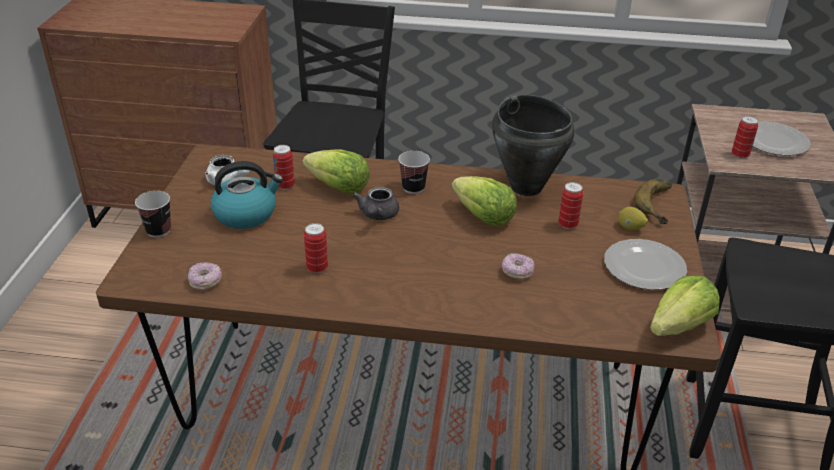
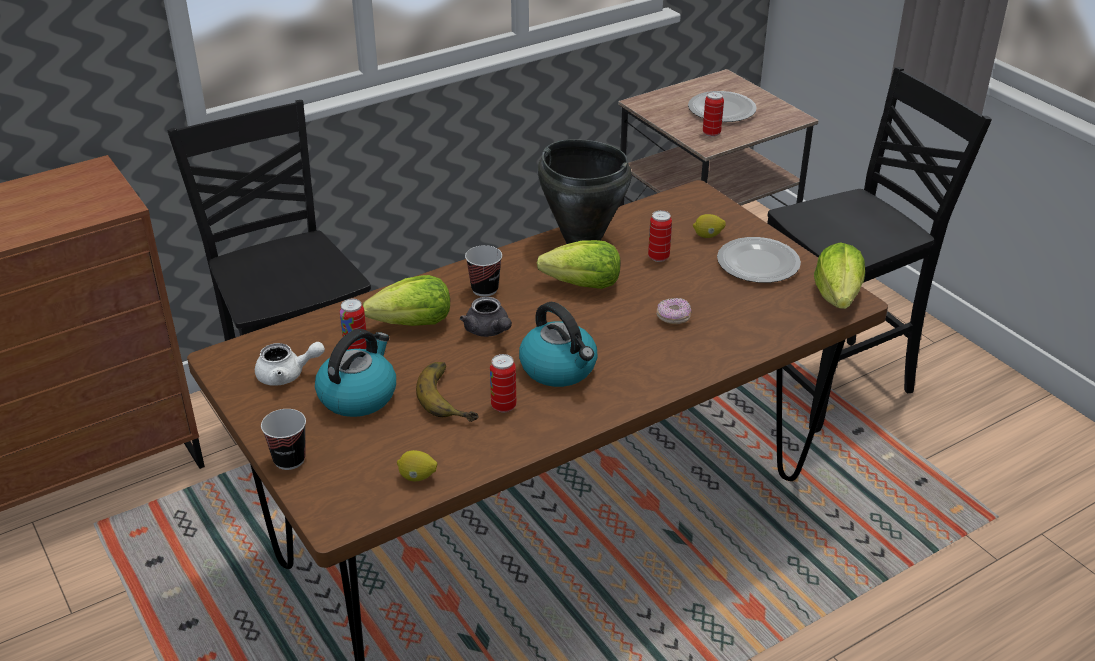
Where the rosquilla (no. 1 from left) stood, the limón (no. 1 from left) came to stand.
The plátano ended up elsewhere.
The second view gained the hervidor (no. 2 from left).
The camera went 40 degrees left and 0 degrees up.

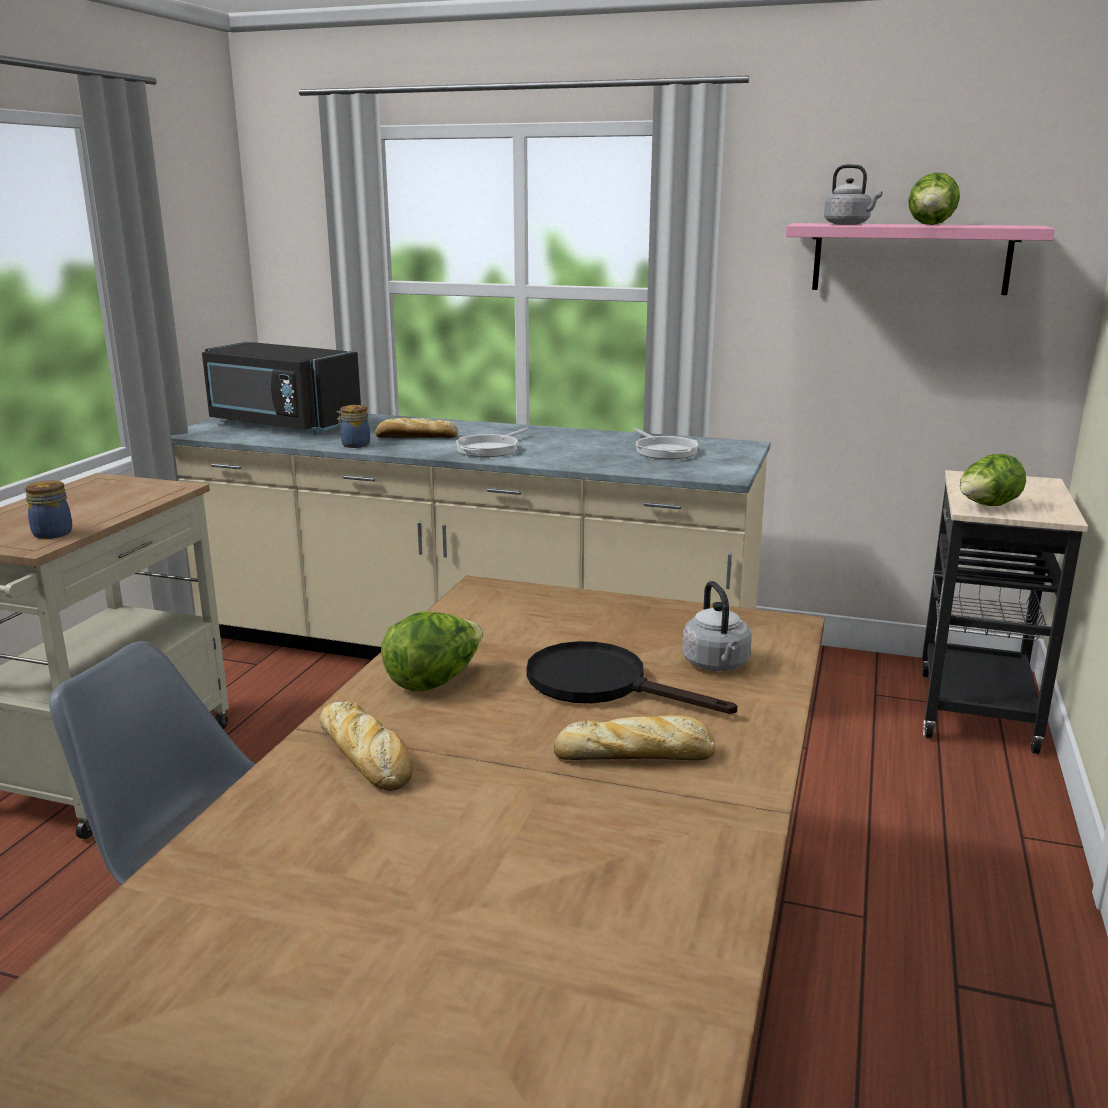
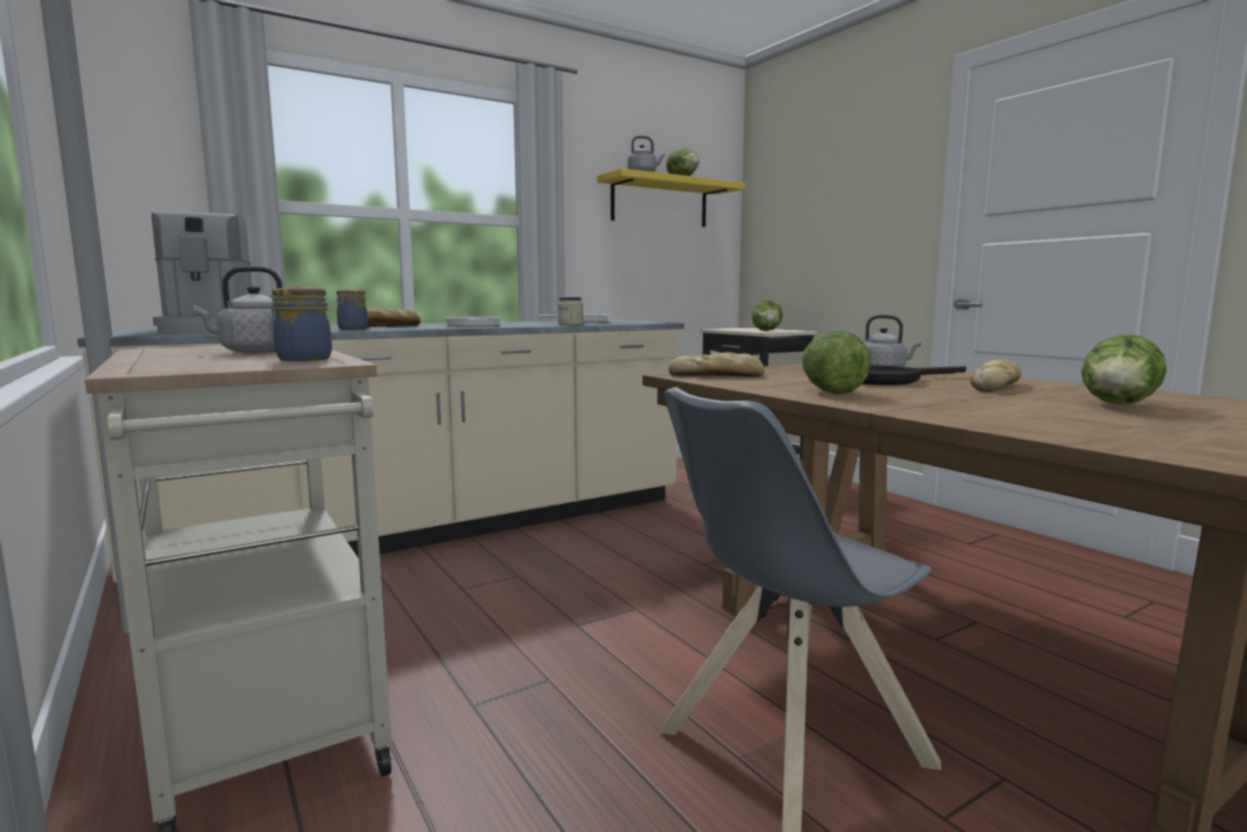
Where the microondas [negro] stood, the cafetera came to stand.
The pan (no. 1 from left in the first image) ended up elsewhere.
What was the estante [rosa] turned into the estante [amarillo].
The second view gained the hervidor [gris] (no. 1 from left).
The second view gained the tarro (no. 3 from left).
The second view gained the lechuga (no. 4 from left).
The camera went 50 degrees left and 10 degrees down.

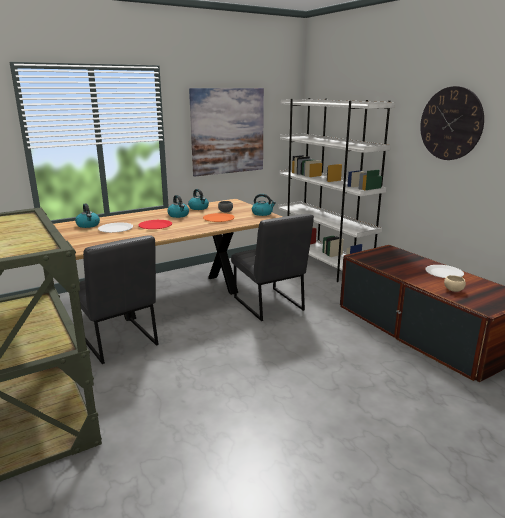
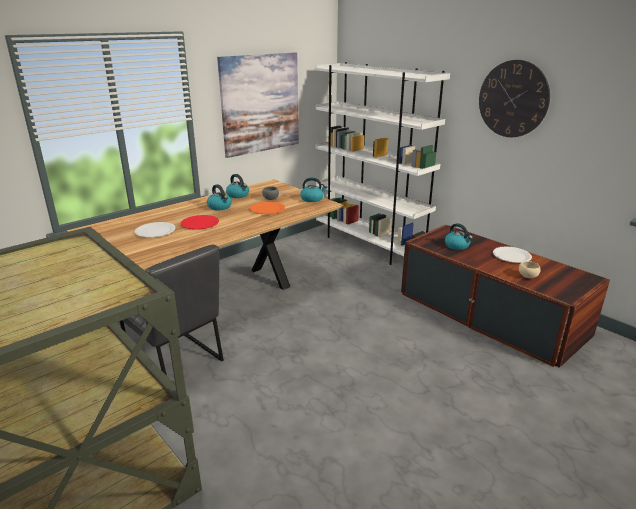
The hervidor (no. 1 from left in the first image) ended up elsewhere.
The second view lost the silla [gris] (no. 2 from left).
The camera went 10 degrees left and 5 degrees up.

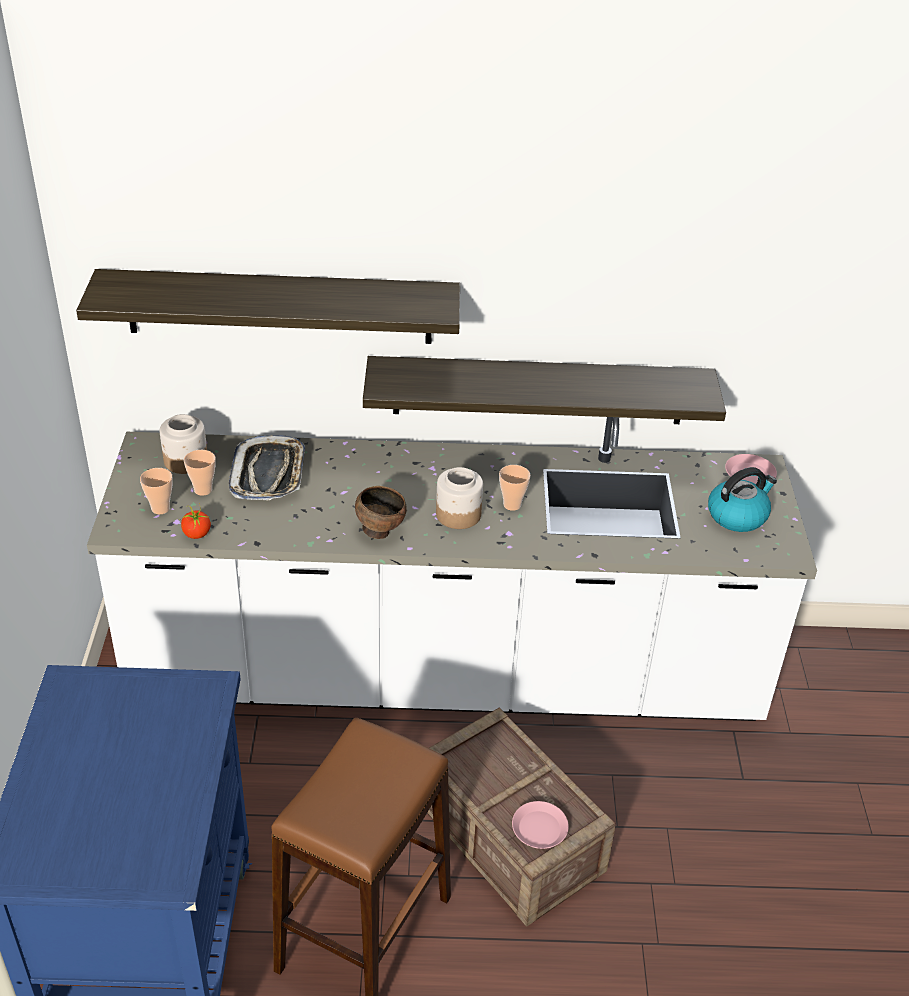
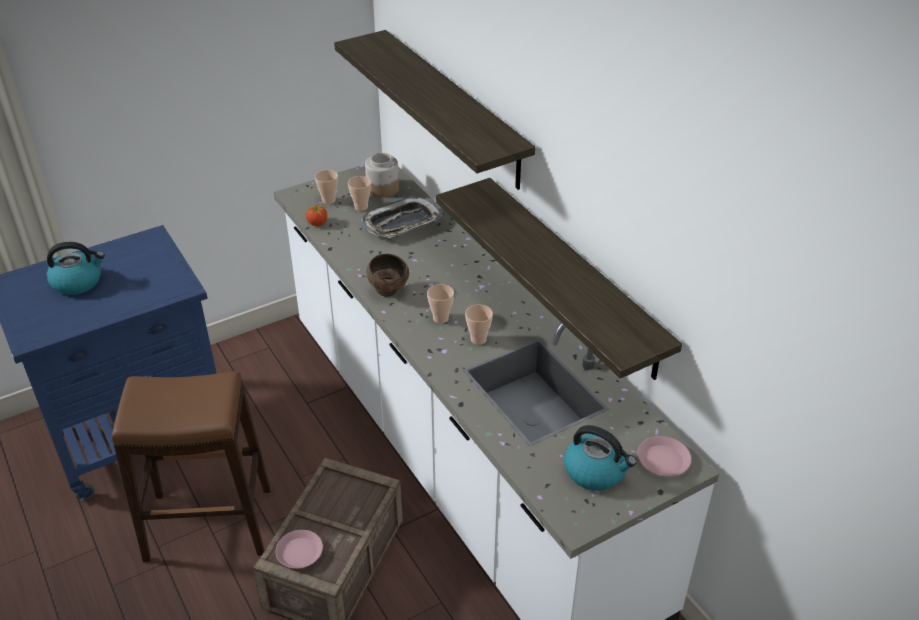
Where the tarro (no. 2 from left) stood, the taza (no. 3 from left) came to stand.
The second view gained the hervidor (no. 1 from left).
The camera went 60 degrees right and 0 degrees up.

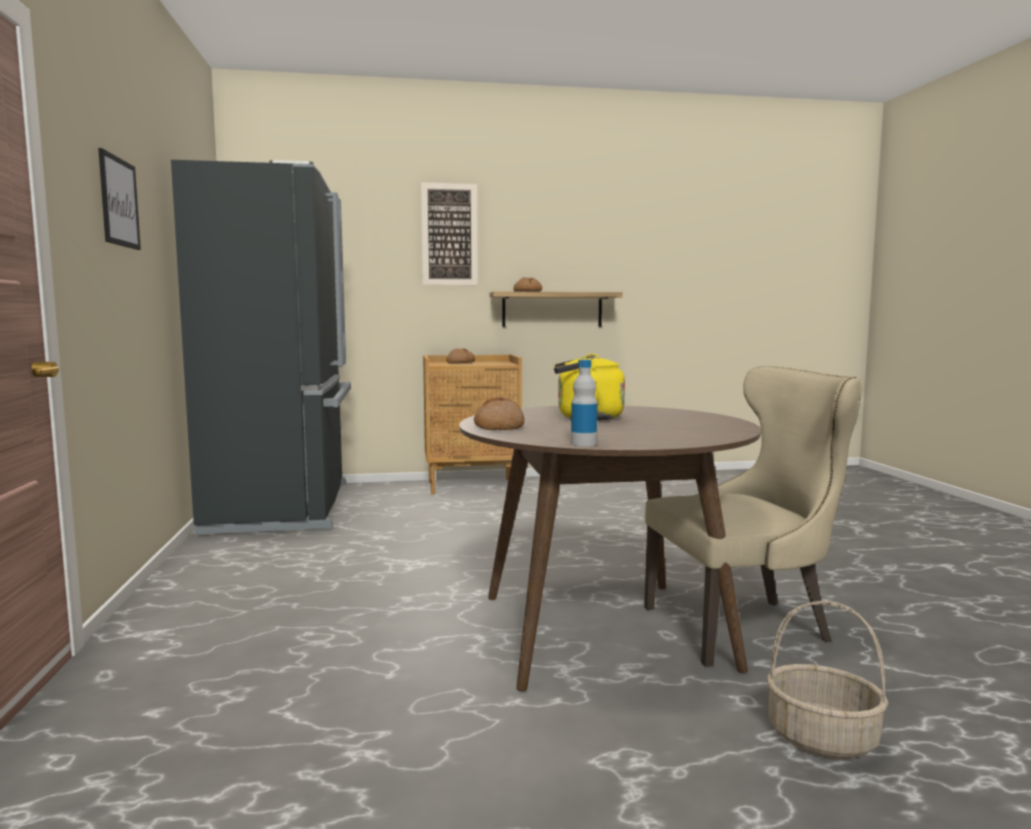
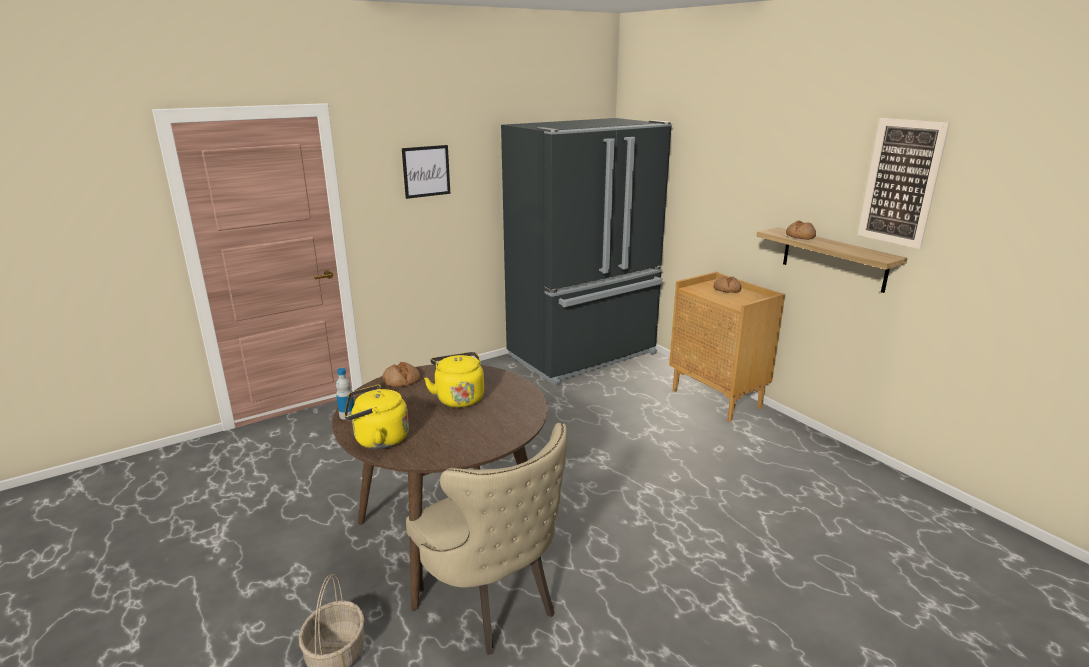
The cuadro (no. 2 from left) ended up elsewhere.
The second view gained the hervidor [amarillo] (no. 1 from left).
The camera went 65 degrees right and 15 degrees up.

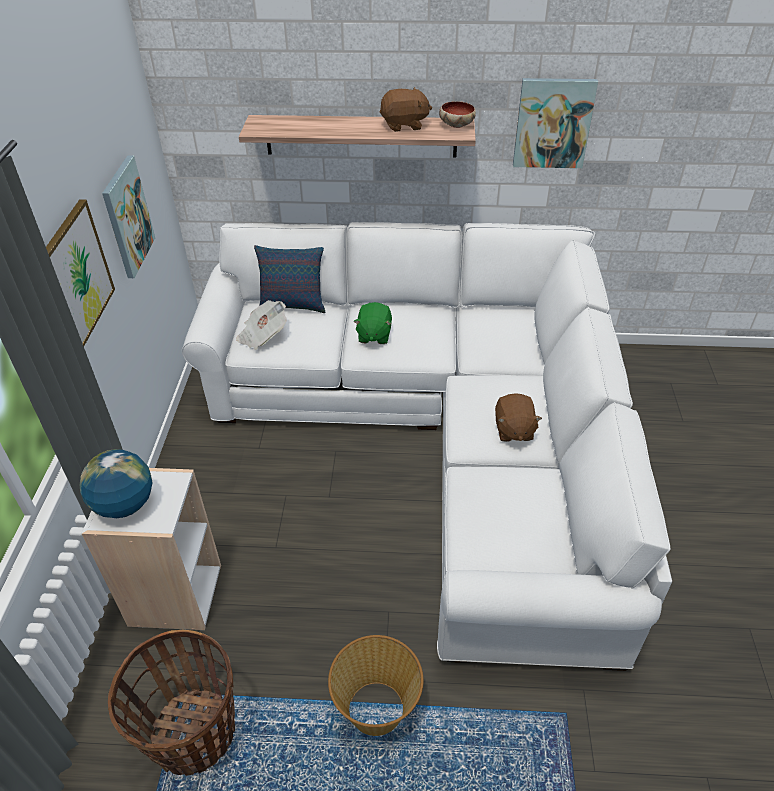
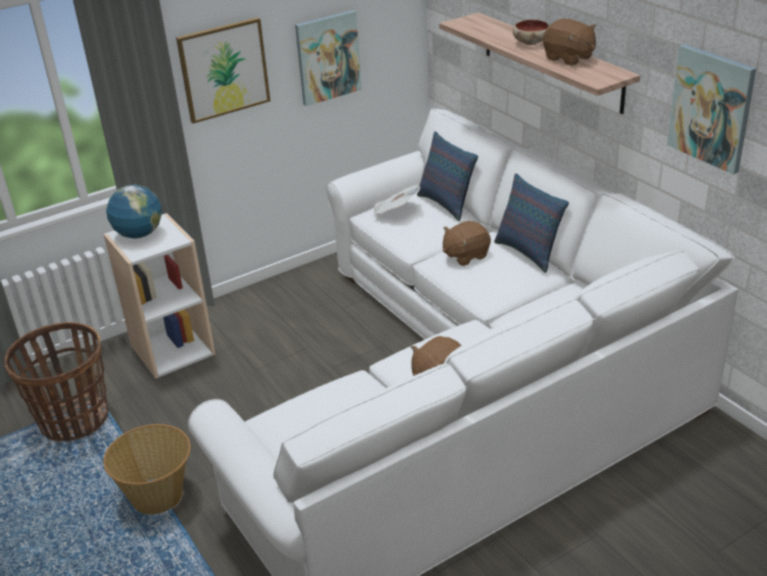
What was the peluche [verde] turned into the peluche [marrón] (no. 2 from left).
The cuenco ended up elsewhere.
The second view gained the cojín [azul] (no. 2 from left).
The camera went 55 degrees right and 10 degrees down.

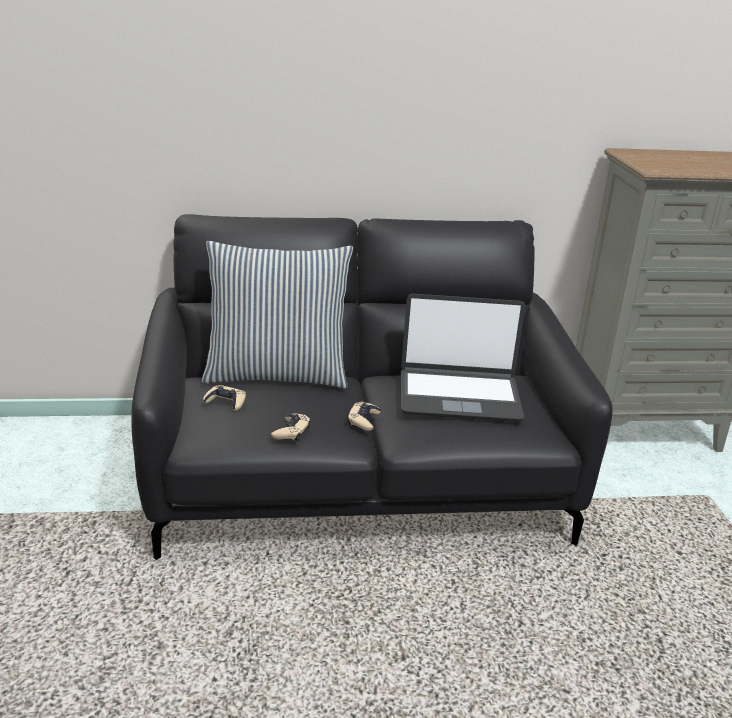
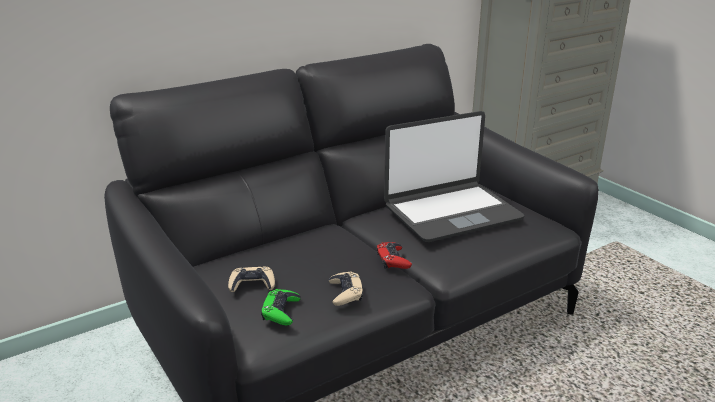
The second view lost the cojín.
What was the mando de consola [beis] (no. 3 from left) turned into the mando de consola [rojo].
The second view gained the mando de consola [verde].
The camera went 25 degrees left and 0 degrees up.

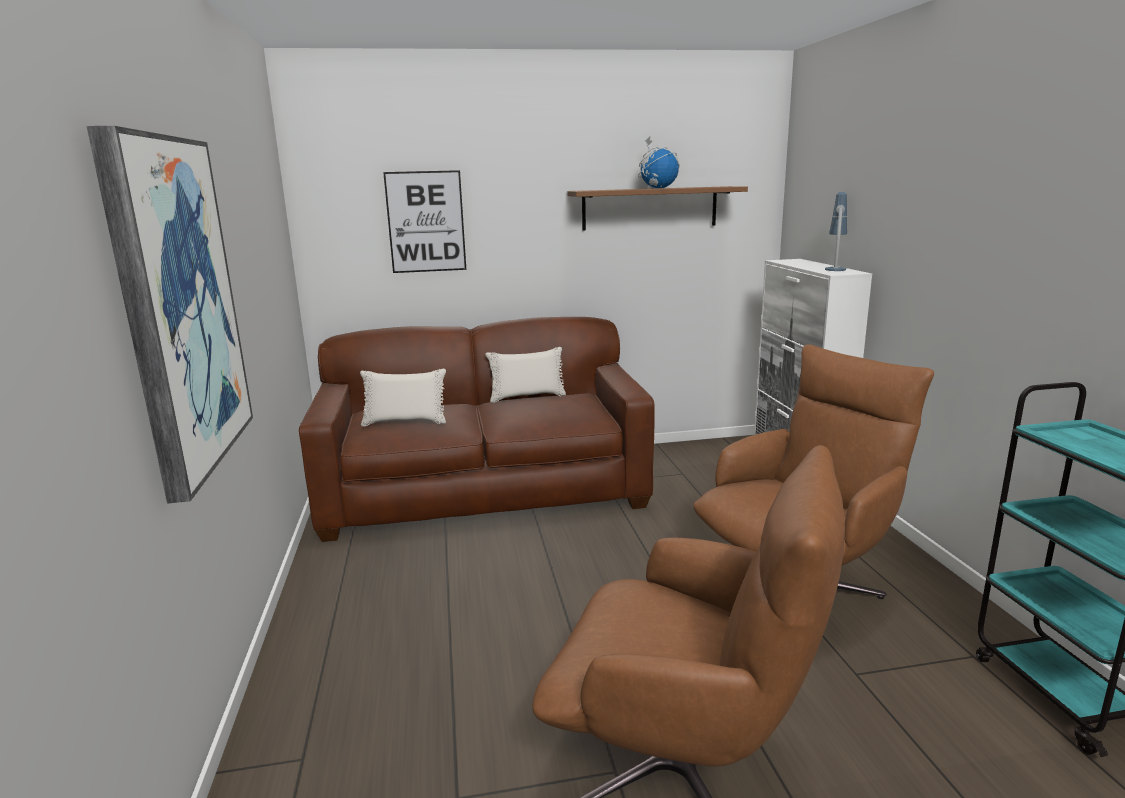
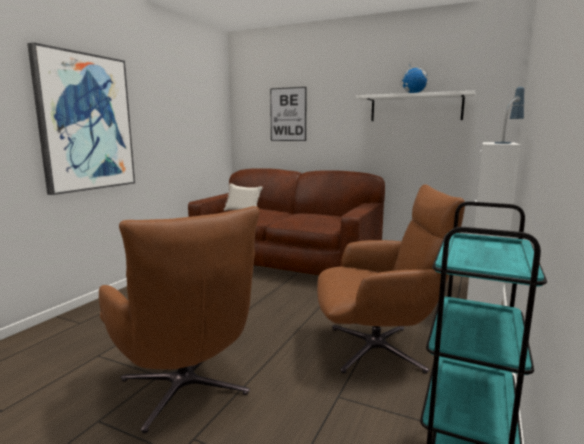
The second view lost the cojín [blanco] (no. 2 from left).
What was the estante [marrón] turned into the estante [blanco].
The camera went 35 degrees right and 5 degrees down.

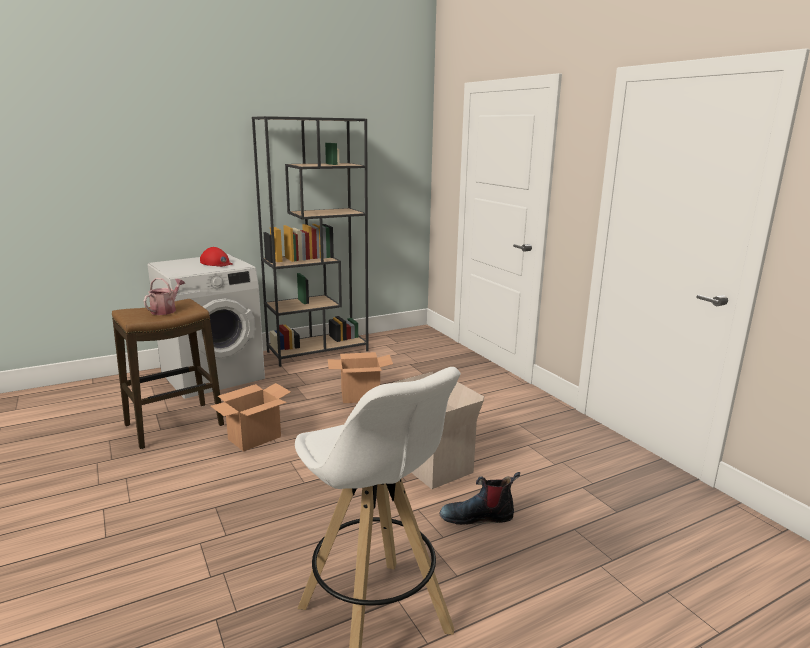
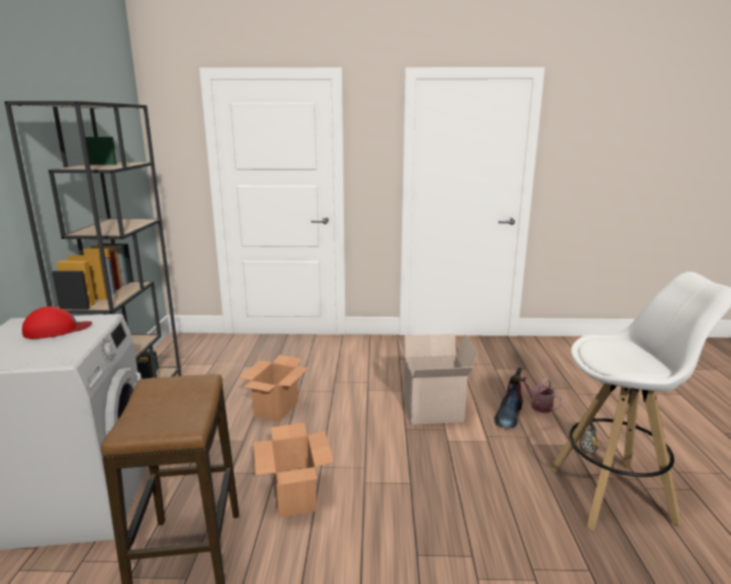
The regadera ended up elsewhere.
The second view gained the zapato.
The camera went 60 degrees left and 0 degrees up.

